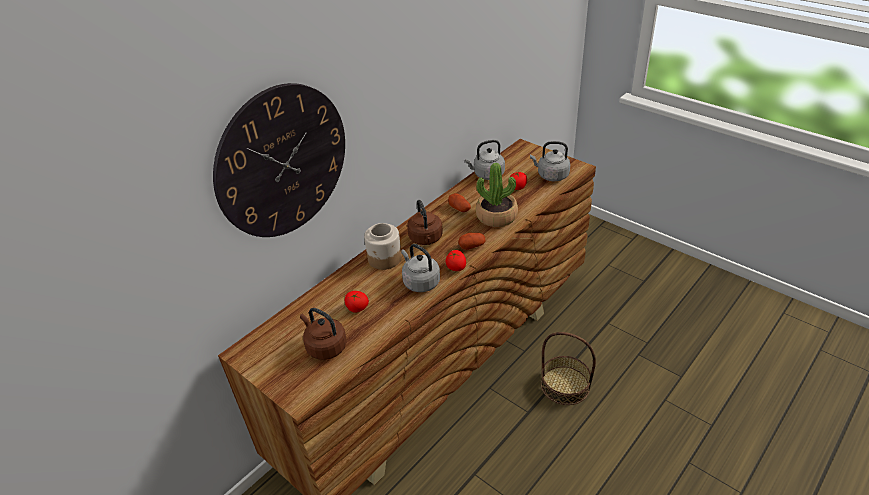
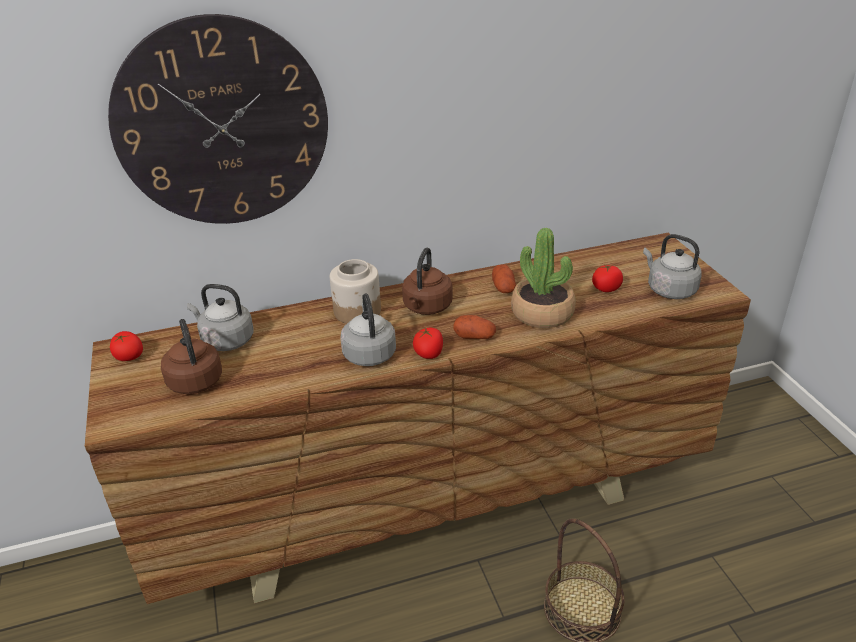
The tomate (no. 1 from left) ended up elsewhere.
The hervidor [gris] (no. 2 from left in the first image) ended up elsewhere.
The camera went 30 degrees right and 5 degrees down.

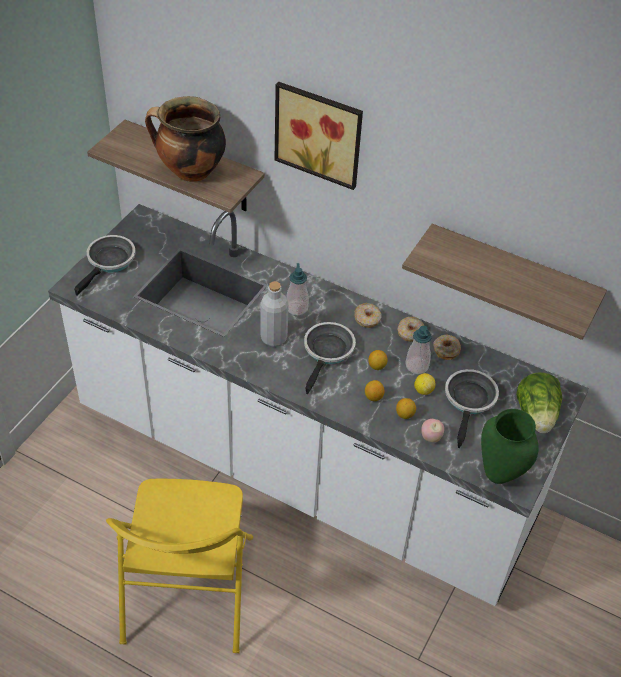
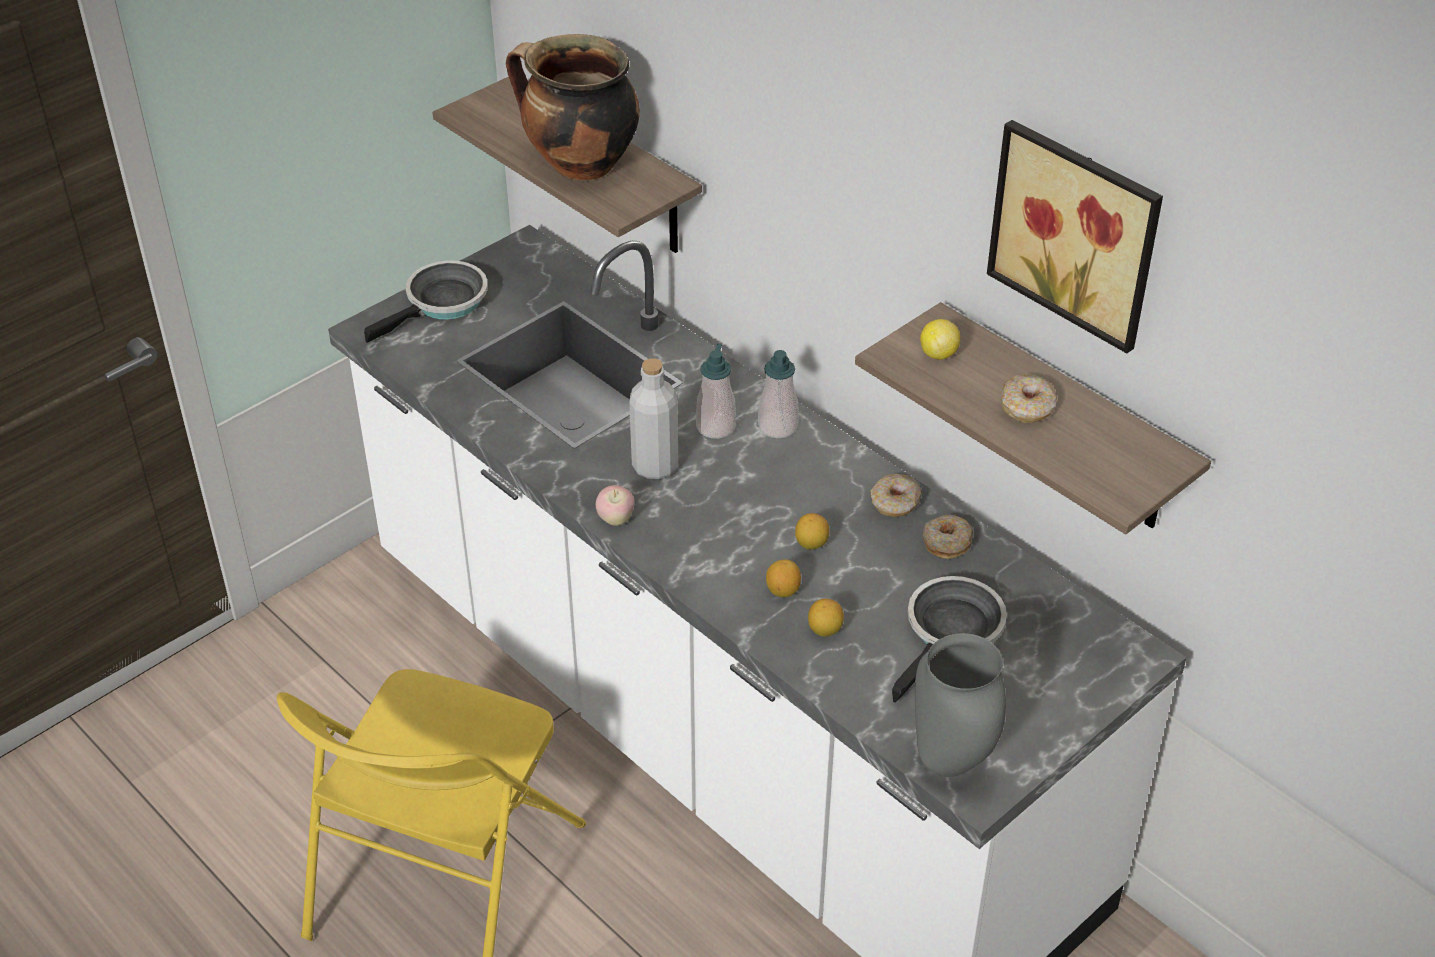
The cuadro ended up elsewhere.
The second view lost the sartén (no. 2 from left).
The rosquilla (no. 1 from left in the first image) ended up elsewhere.
The dispensador de jabón (no. 2 from left) ended up elsewhere.
The limón (no. 4 from left) ended up elsewhere.
The manzana ended up elsewhere.
What was the florero [verde] turned into the florero [gris].
The second view lost the lechuga.
The camera went 20 degrees right and 5 degrees down.

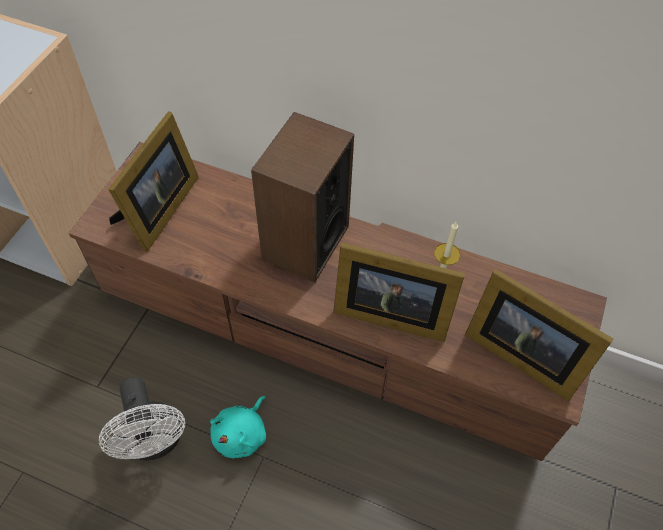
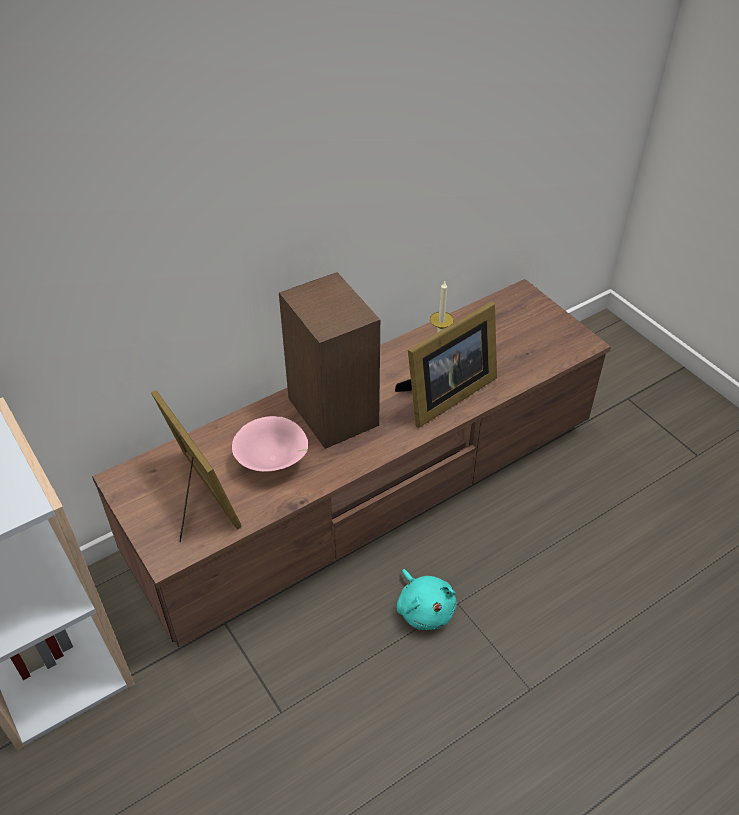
The second view lost the ventilador [blanco].
The second view lost the portarretratos (no. 3 from left).
The second view gained the cuenco [rosa].
The camera went 55 degrees left and 10 degrees down.

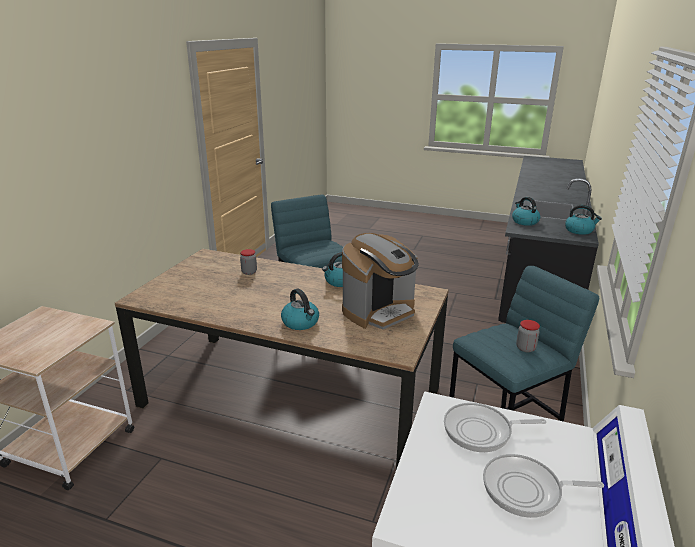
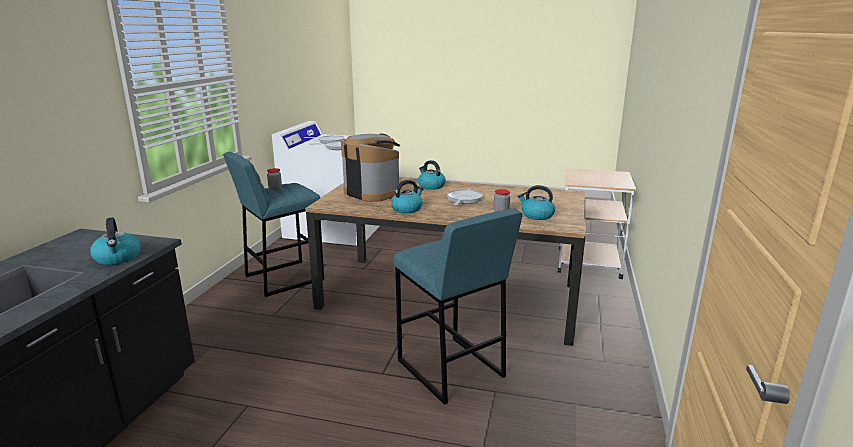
The cafetera ended up facing another way, 90 degrees clockwise from before.
The hervidor (no. 4 from left) ended up elsewhere.
The second view gained the sartén (no. 3 from left).
The camera went 175 degrees right and 5 degrees down.

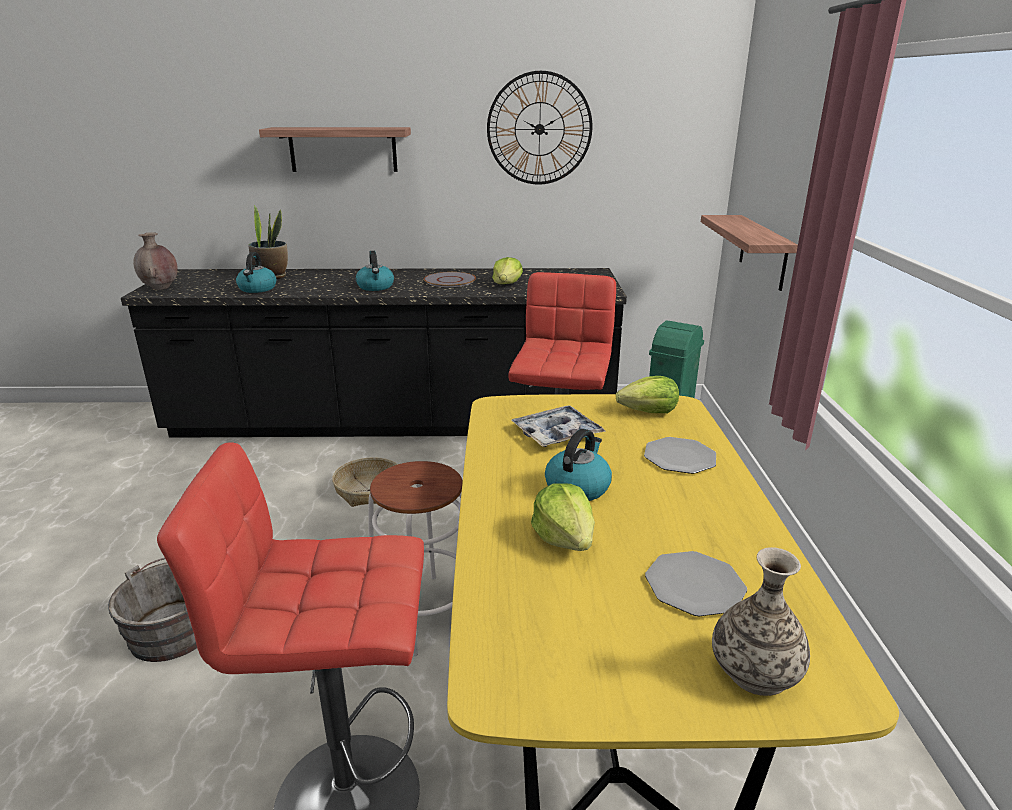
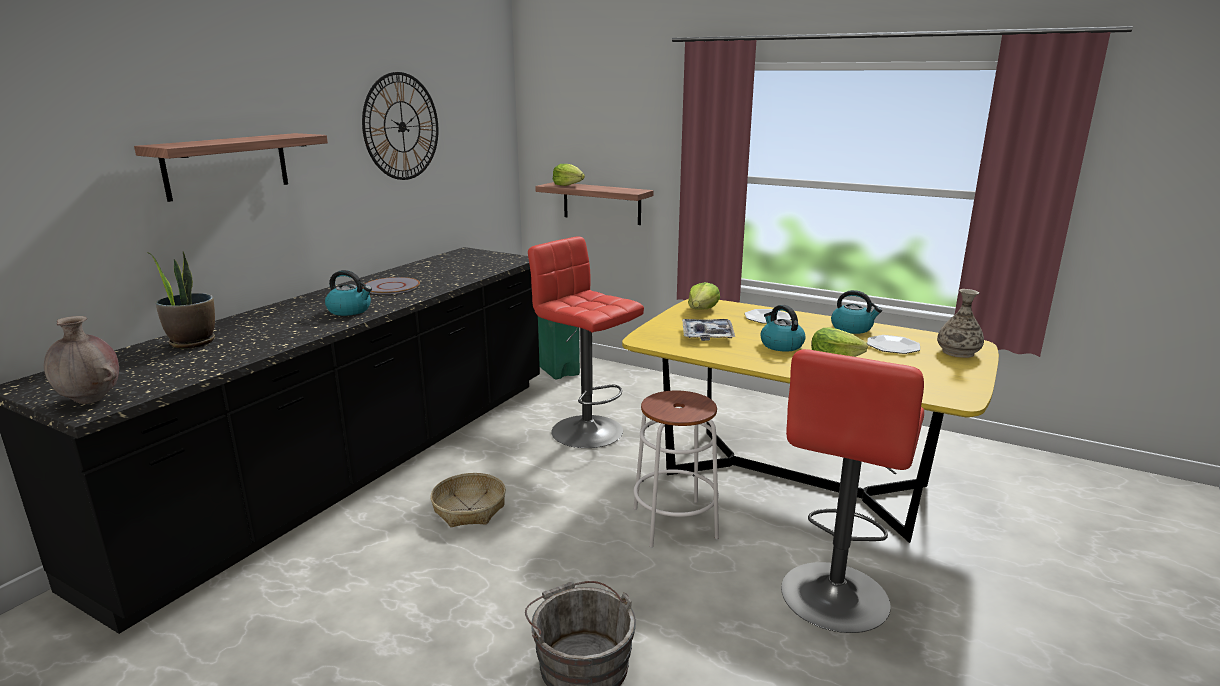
The hervidor (no. 1 from left in the first image) ended up elsewhere.
The lechuga (no. 1 from left) ended up elsewhere.
The camera went 60 degrees left and 5 degrees down.

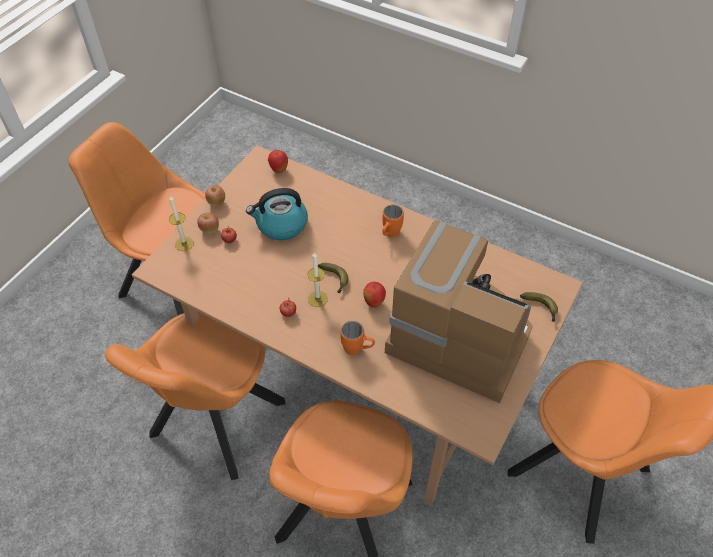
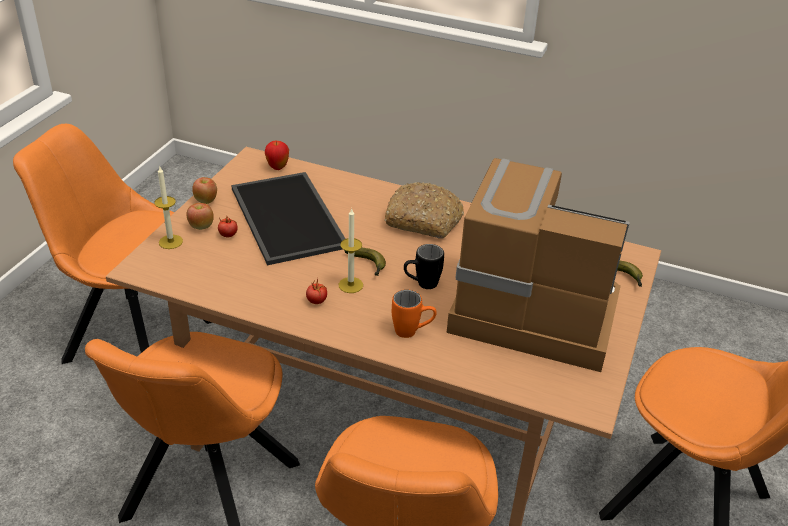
Where the hervidor stood, the bandeja came to stand.
Where the manzana (no. 4 from left) stood, the taza grande [negro] came to stand.
Where the taza grande [naranja] (no. 2 from left) stood, the pan came to stand.
The camera went 10 degrees left and 15 degrees down.

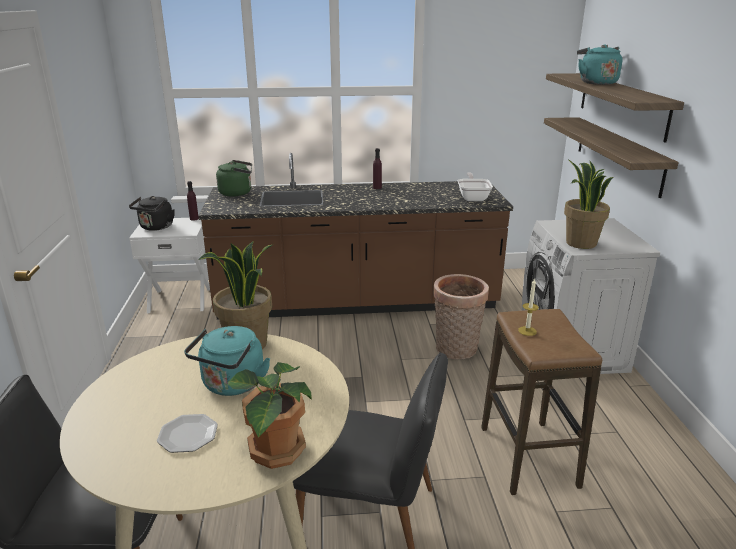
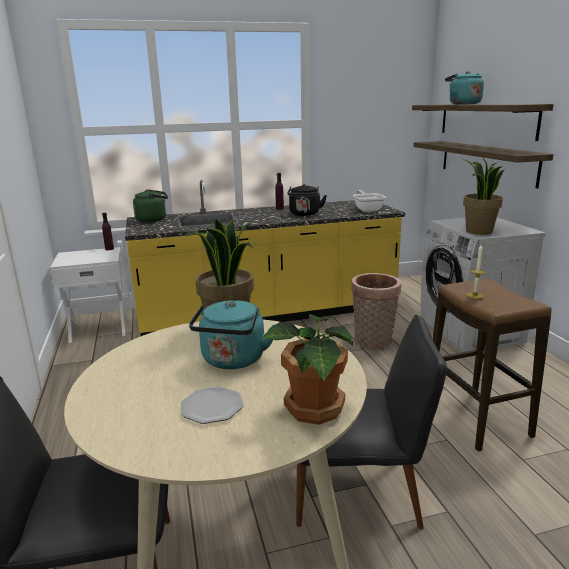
The hervidor [negro] ended up elsewhere.
What was the mueble bajo de cocina [marrón] turned into the mueble bajo de cocina [amarillo].
The camera went 10 degrees left and 5 degrees down.

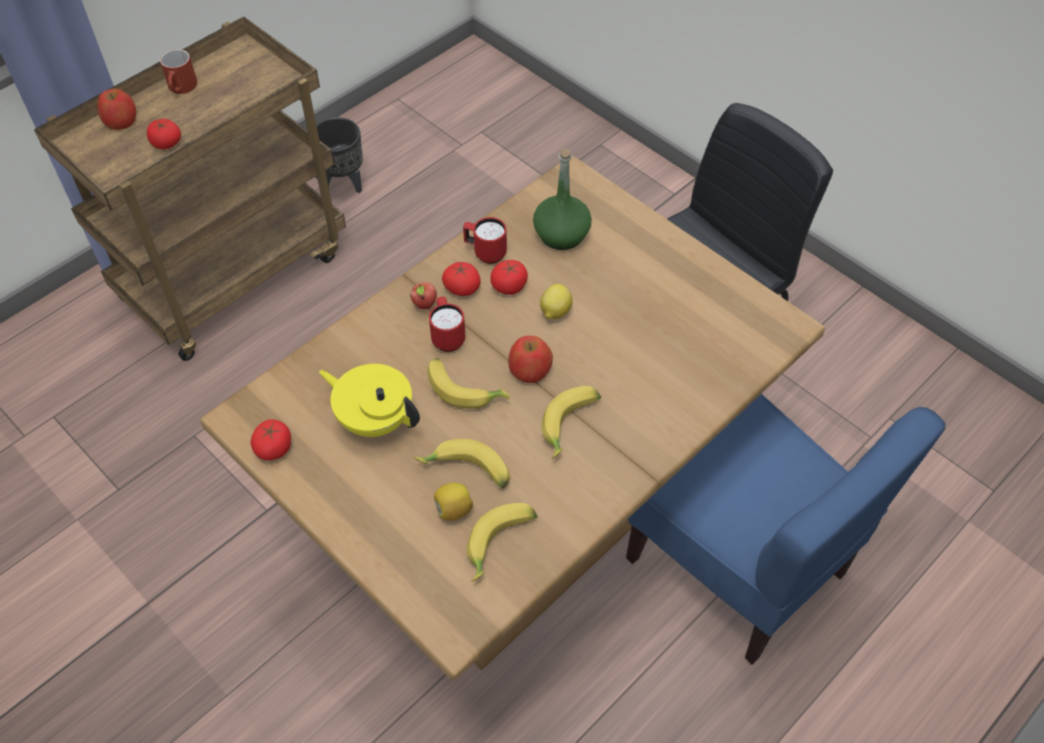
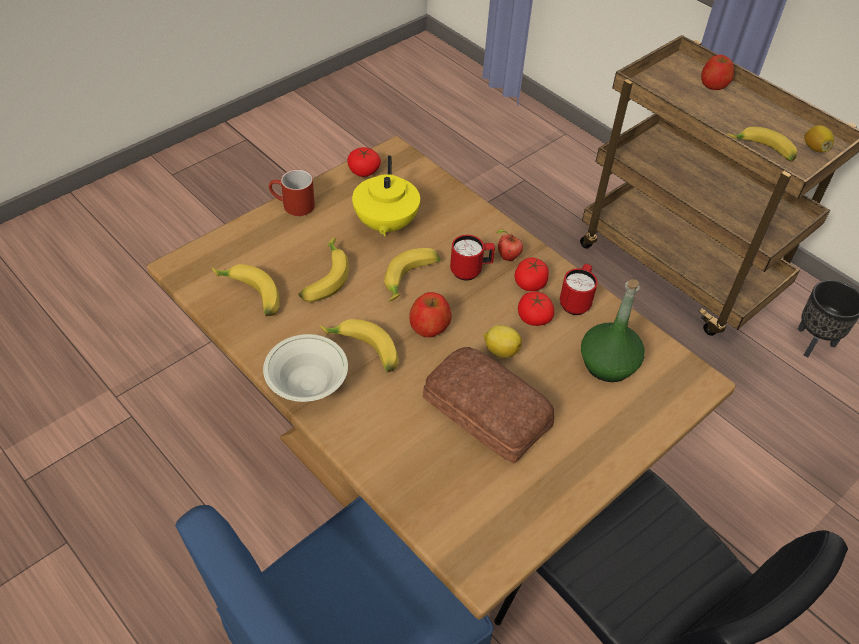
The second view lost the tomate (no. 1 from left).
The taza grande [rojo] (no. 1 from left) ended up elsewhere.
The tetera [amarillo] ended up facing another way, 150 degrees clockwise from before.
The limón (no. 1 from left in the first image) ended up elsewhere.
The second view gained the cuenco [blanco].
The second view gained the pan.
The second view gained the plátano (no. 5 from left).
The camera went 90 degrees right and 5 degrees down.

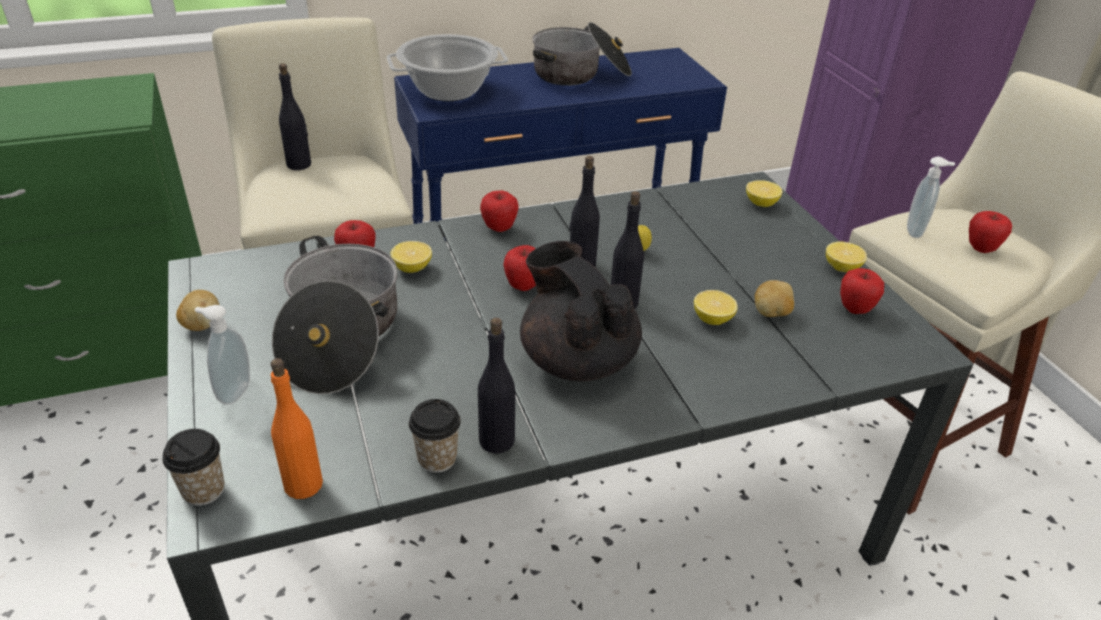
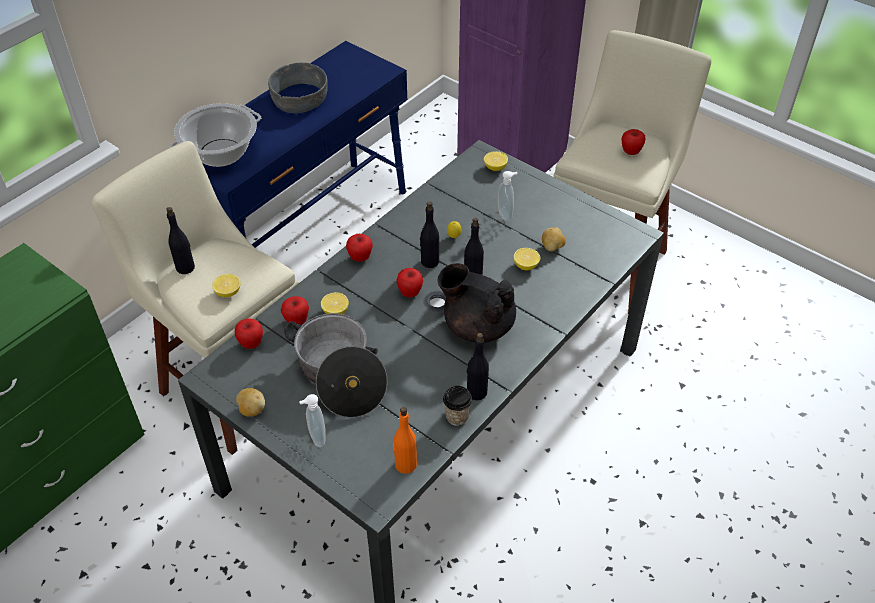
The second view lost the taza (no. 1 from left).
Where the olla (no. 3 from left) stood, the cuenco [gris] came to stand.
The limón (no. 5 from left in the first image) ended up elsewhere.
The manzana (no. 4 from left in the first image) ended up elsewhere.
The dispensador de jabón (no. 2 from left) ended up elsewhere.
The camera went 30 degrees left and 10 degrees up.

